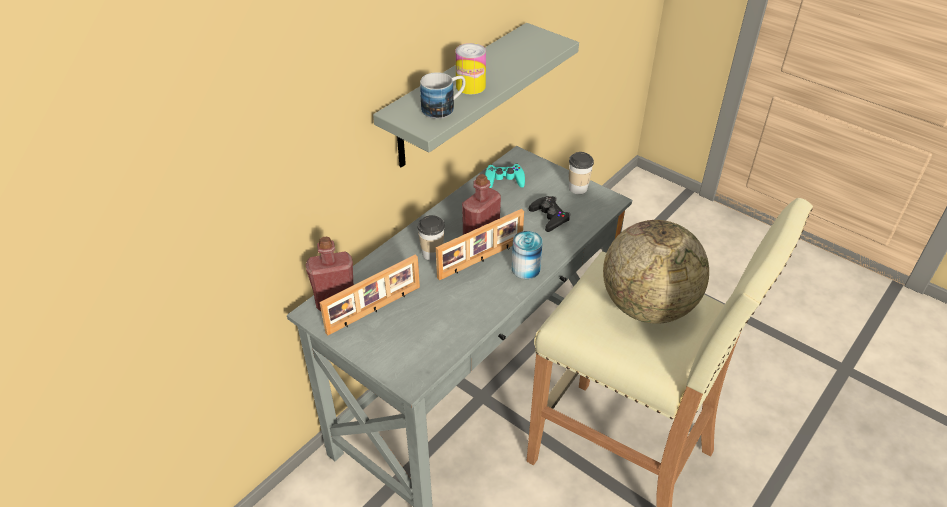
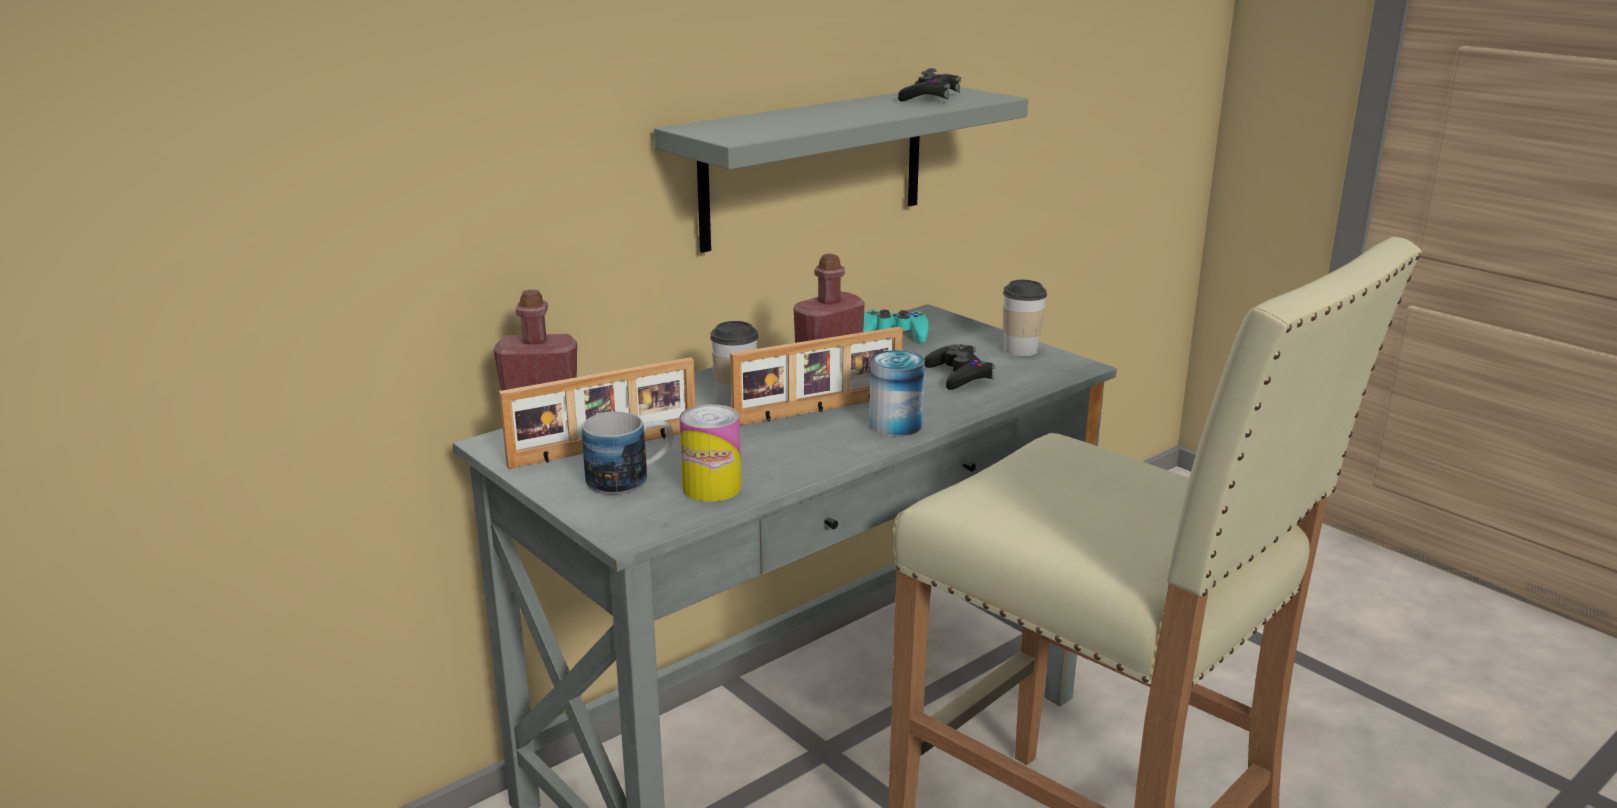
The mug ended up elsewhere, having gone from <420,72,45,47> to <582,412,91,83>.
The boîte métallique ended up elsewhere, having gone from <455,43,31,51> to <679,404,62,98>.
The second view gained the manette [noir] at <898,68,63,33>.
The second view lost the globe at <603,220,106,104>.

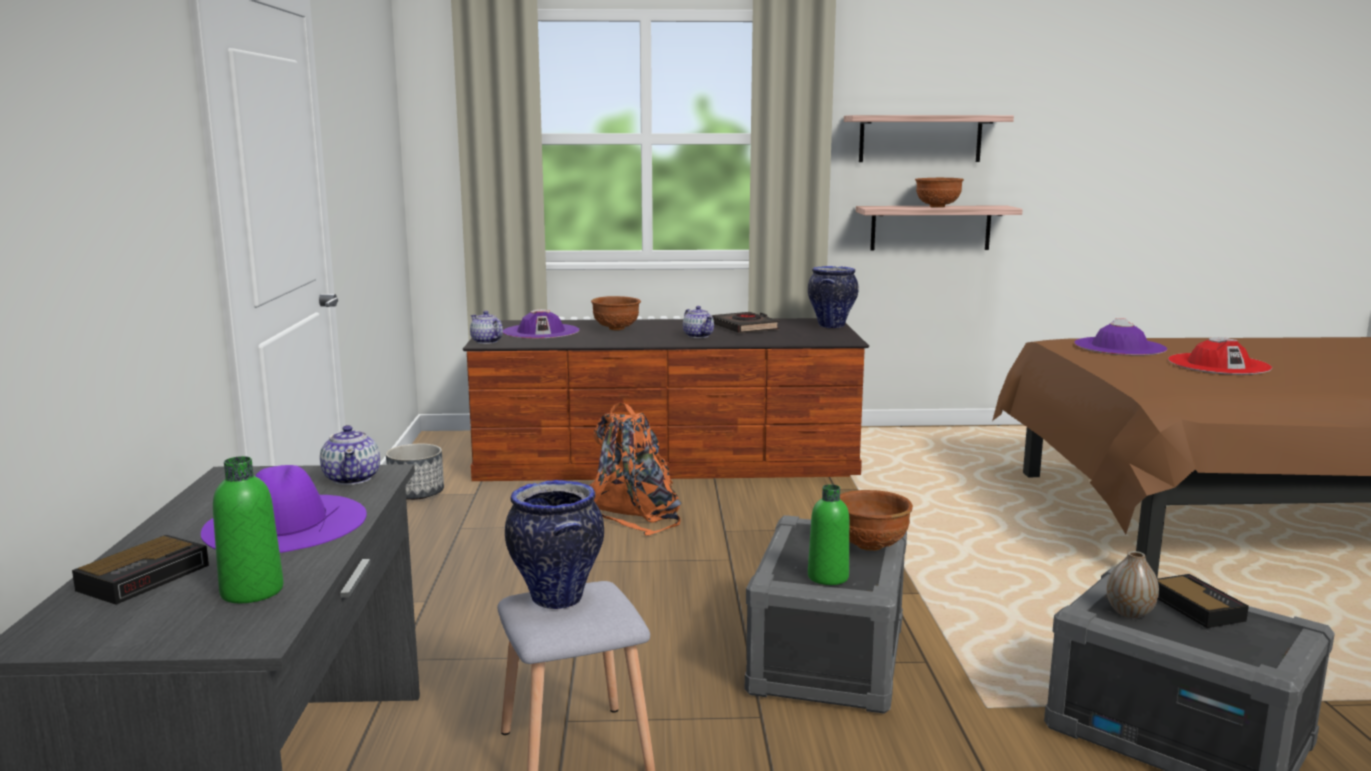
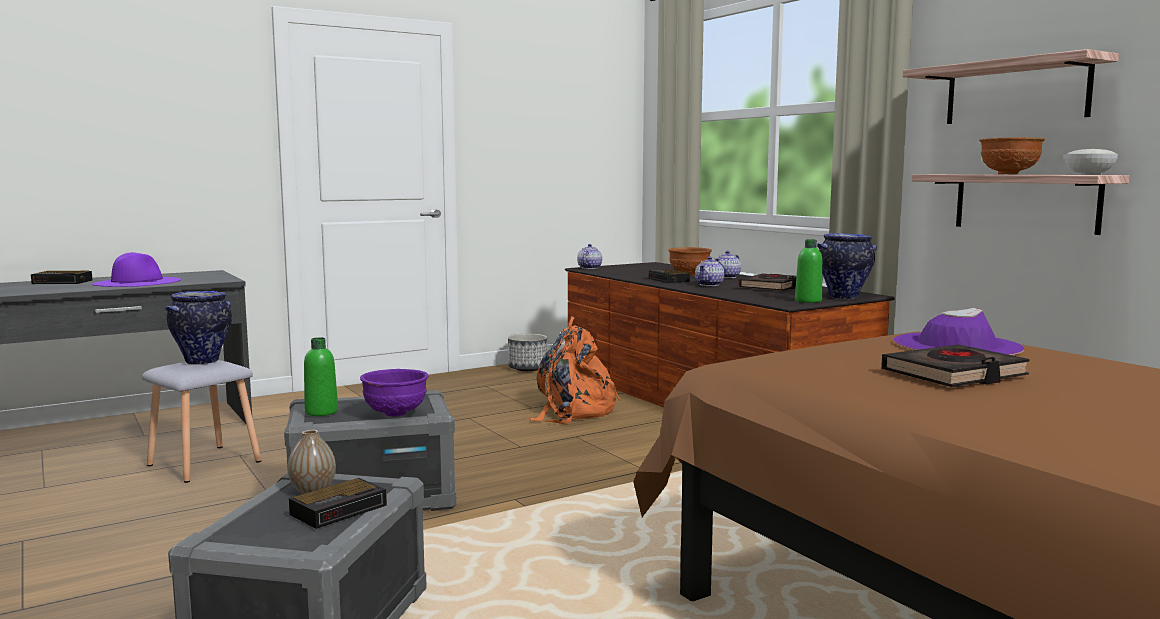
What was the bol [marron] at <840,490,73,61> turned into the bol [violet] at <360,369,69,48>.
The second view gained the réveil at <649,269,41,14>.
The théière ended up elsewhere, having gone from <320,425,60,60> to <715,251,26,27>.
The bouteille [vert] ended up elsewhere, having gone from <213,456,71,147> to <795,239,28,64>.
Where the chapeau [rouge] stood at <1168,337,104,38>, the livre [noir] came to stand at <881,345,149,42>.
The second view gained the bol [blanc] at <1065,149,53,26>.
The second view lost the chapeau [violet] at <503,309,76,30>.

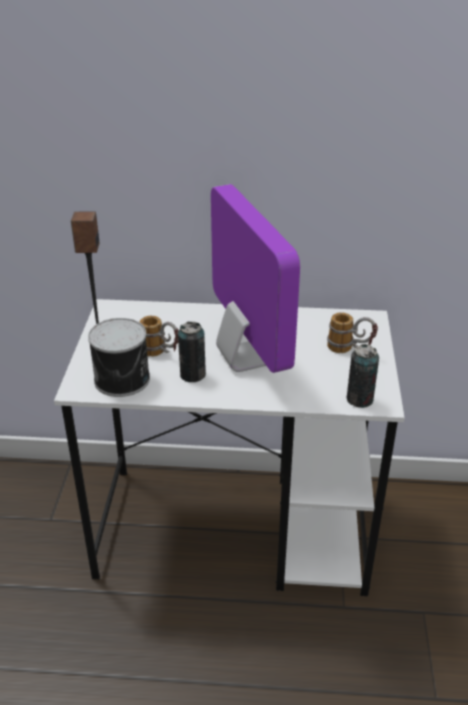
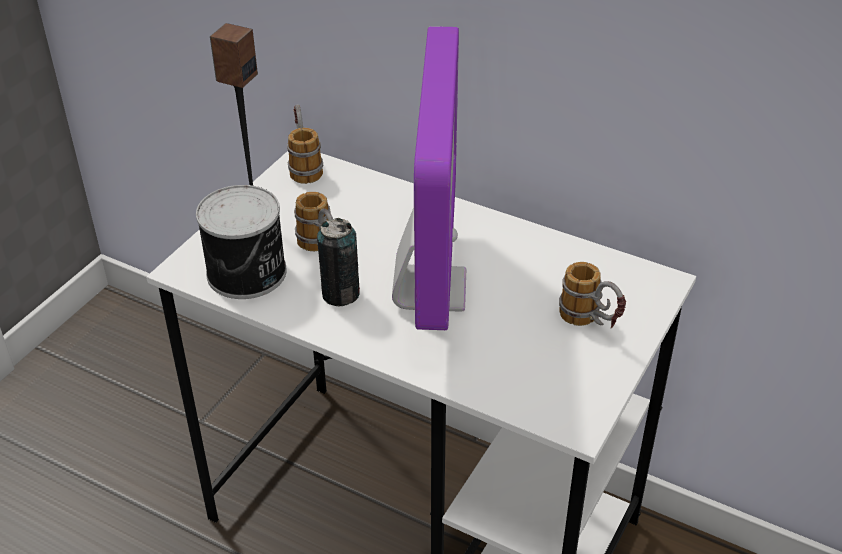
The second view gained the mug at <287,104,36,80>.
The second view lost the boîte métallique at <347,344,32,64>.

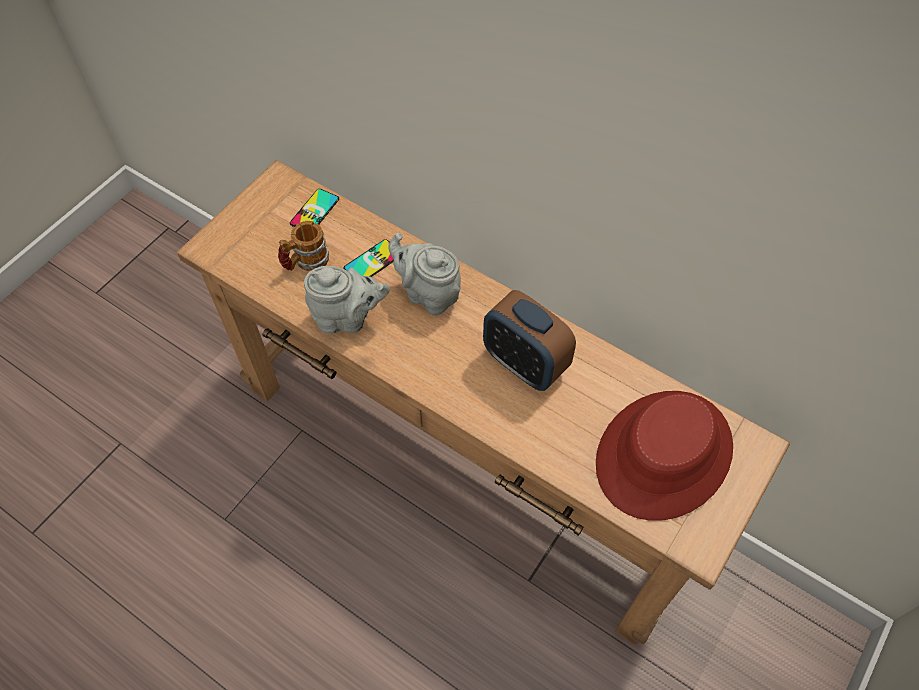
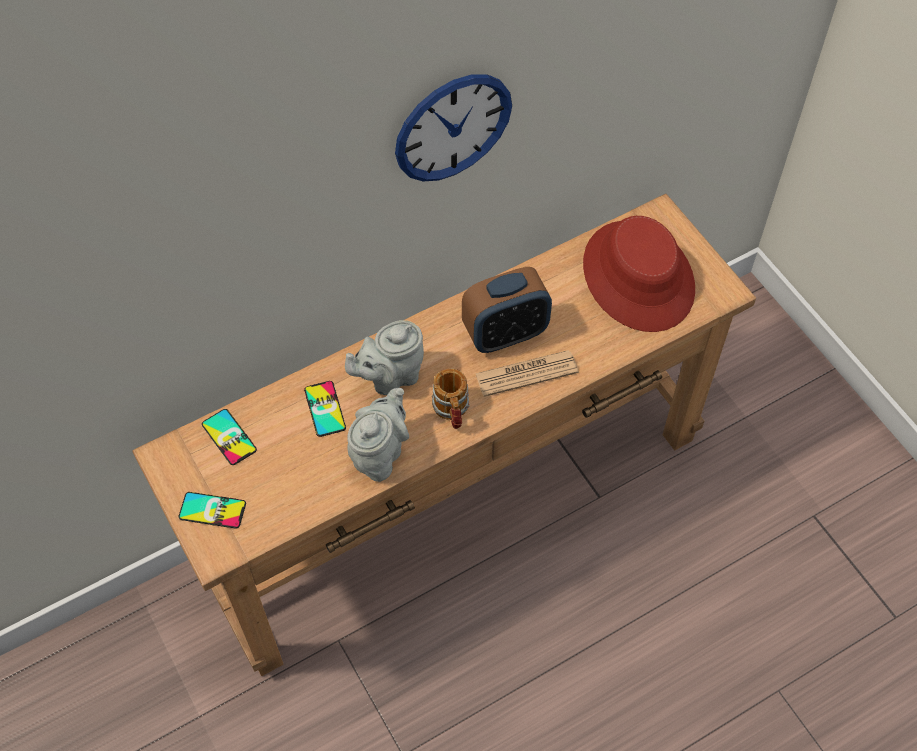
The second view gained the téléphone at <179,492,67,37>.
The second view gained the horloge murale at <395,74,117,108>.
The mug ended up elsewhere, having gone from <278,221,51,50> to <432,368,38,61>.
The second view gained the journal at <475,350,103,47>.

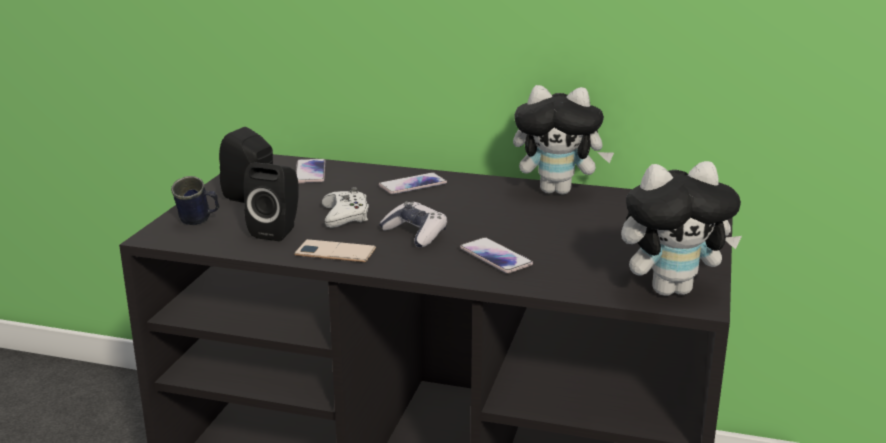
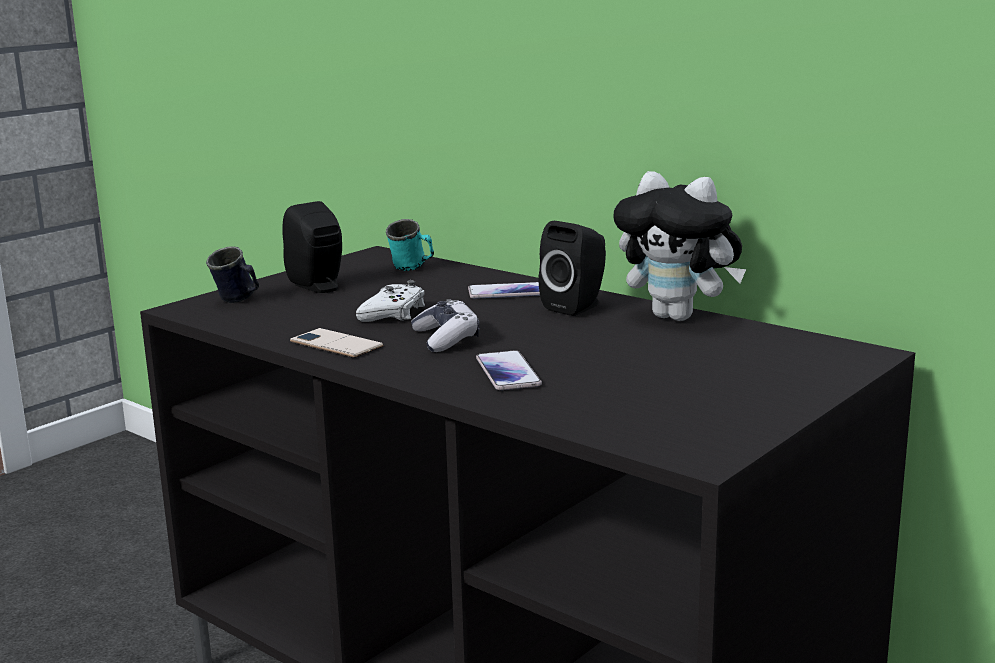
Where the téléphone stood at <296,159,29,24>, the mug [turquoise] came to stand at <386,219,48,52>.
The enceinte [noir] ended up elsewhere, having gone from <243,163,56,78> to <539,221,67,95>.
The second view lost the peluche at <621,161,121,135>.

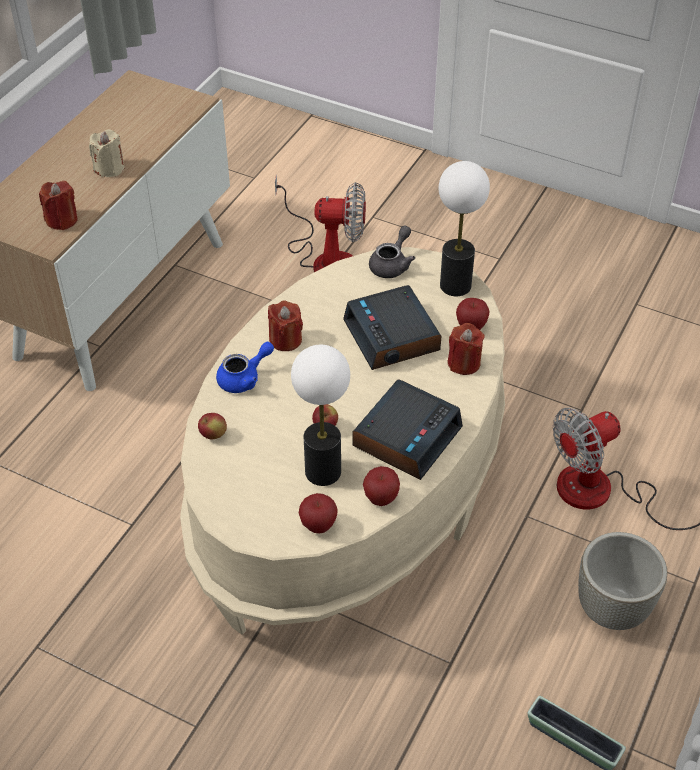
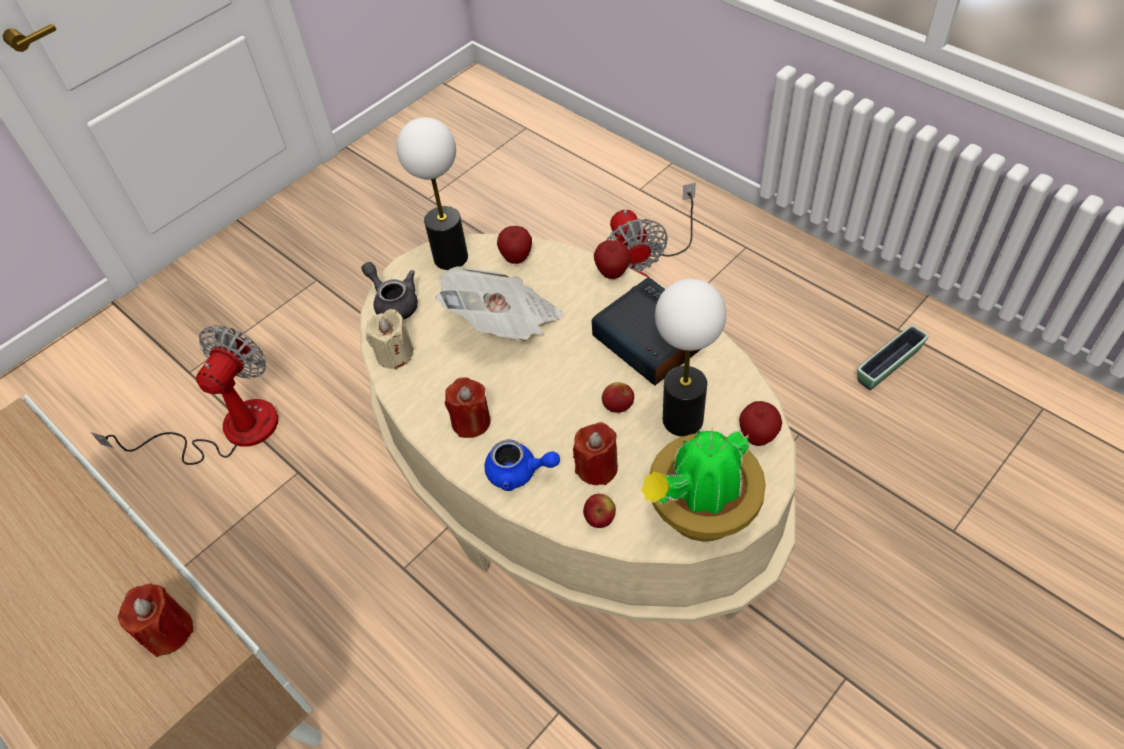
The bougie [beige] ended up elsewhere, having gone from <89,129,36,48> to <366,309,48,61>.
Where the réveil stood at <343,285,99,85>, the journal came to stand at <435,266,128,75>.
The théière [bleu] at <216,342,58,51> ended up facing another way, 120 degrees clockwise from before.
The bougie [rouge] ended up elsewhere, having gone from <448,323,37,52> to <573,422,45,63>.
The pomme ended up elsewhere, having gone from <363,466,37,40> to <594,240,37,39>.
The second view gained the plante en pot at <641,429,125,113>.
The second view lost the cache-pot [gris] at <578,532,90,98>.

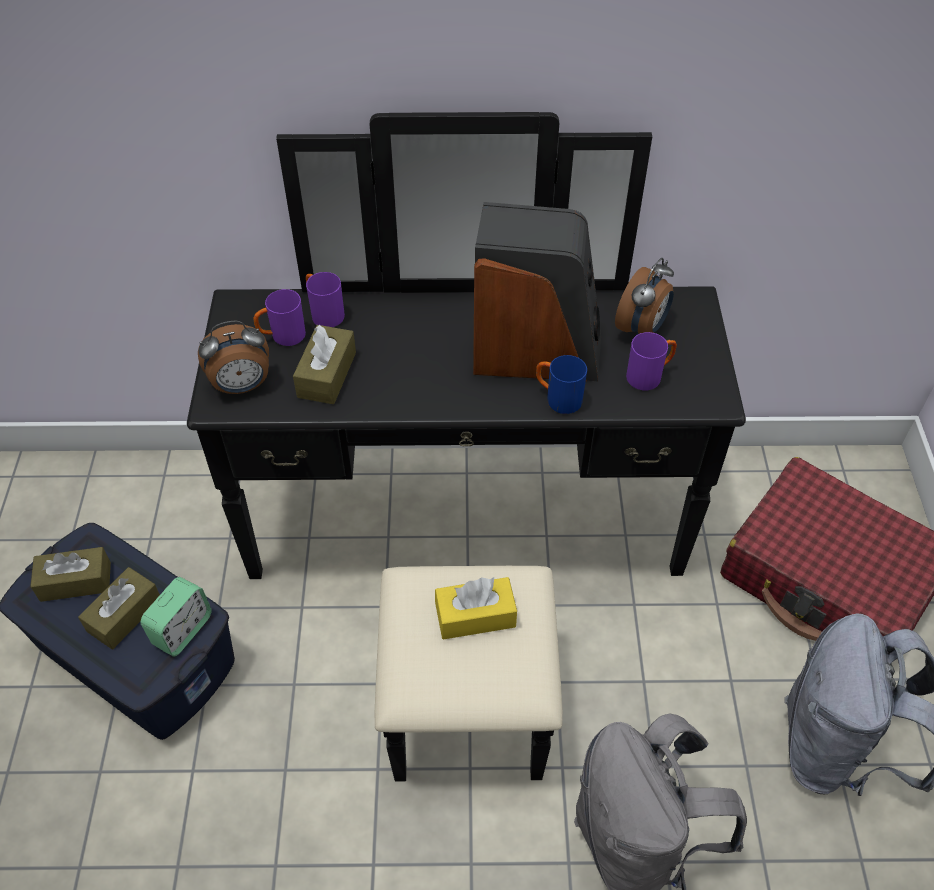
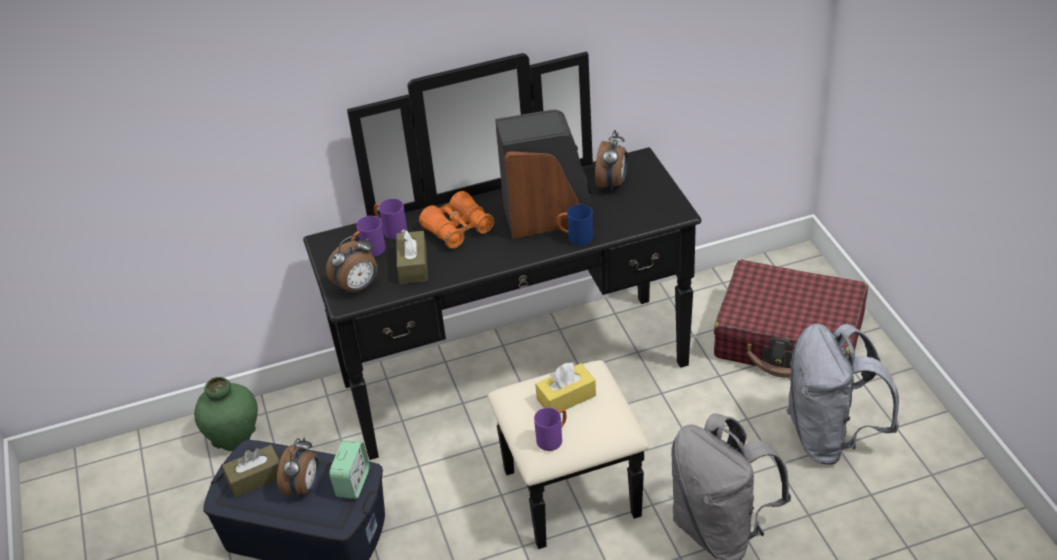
The second view gained the vase [vert] at <194,377,64,74>.
Where the boîte à mouchoirs [marron] stood at <78,567,82,82>, the réveil came to stand at <277,437,42,61>.
The second view gained the jumelles [orange] at <419,191,76,58>.
The mug [violet] ended up elsewhere, having gone from <626,332,51,58> to <534,408,32,43>.

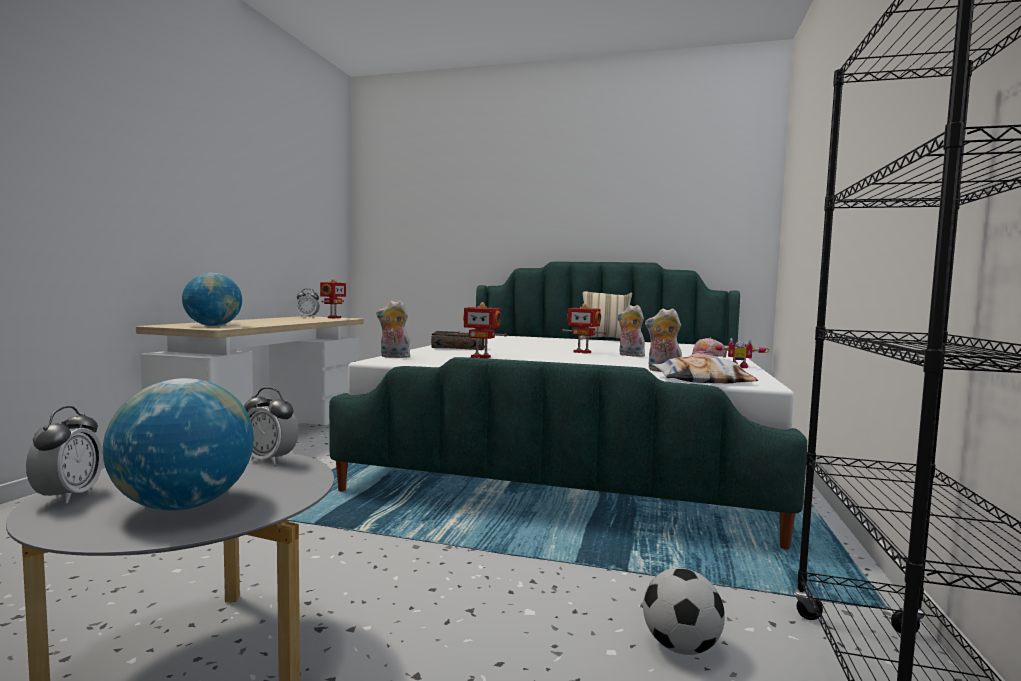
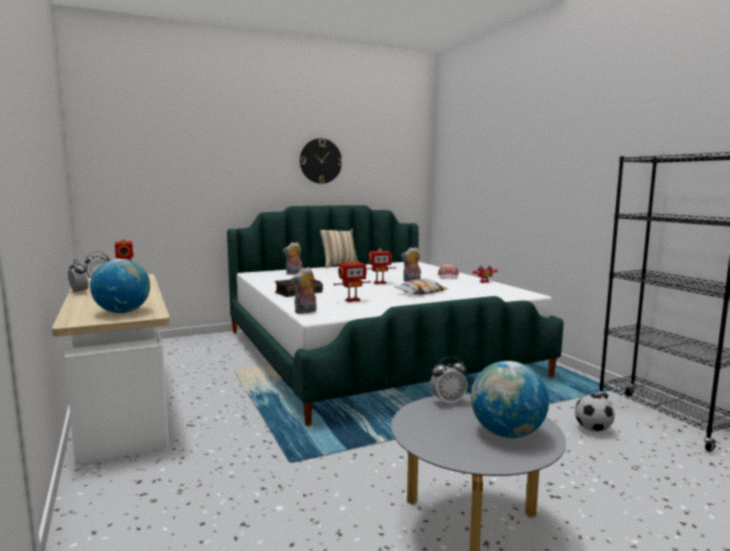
The réveil ended up elsewhere, having gone from <26,406,77,98> to <68,259,21,34>.
The peluche ended up elsewhere, having gone from <645,308,37,64> to <283,242,19,33>.
The second view gained the horloge murale at <300,138,42,46>.
The coussin ended up elsewhere, having gone from <652,357,106,26> to <394,279,54,16>.

